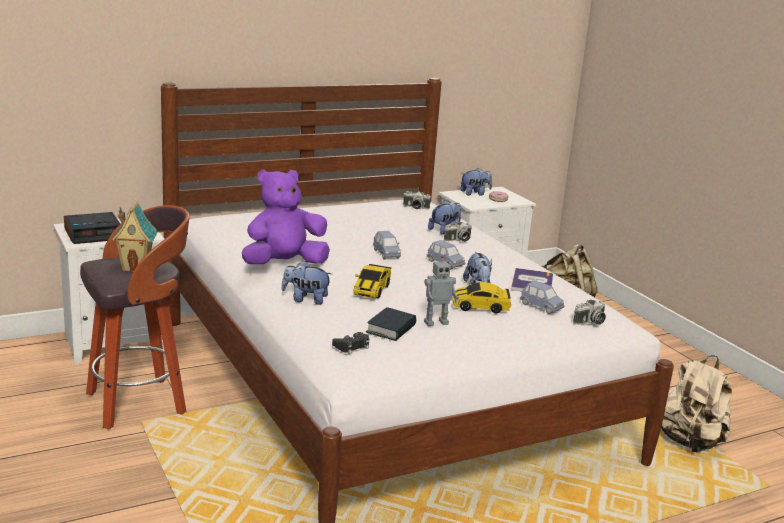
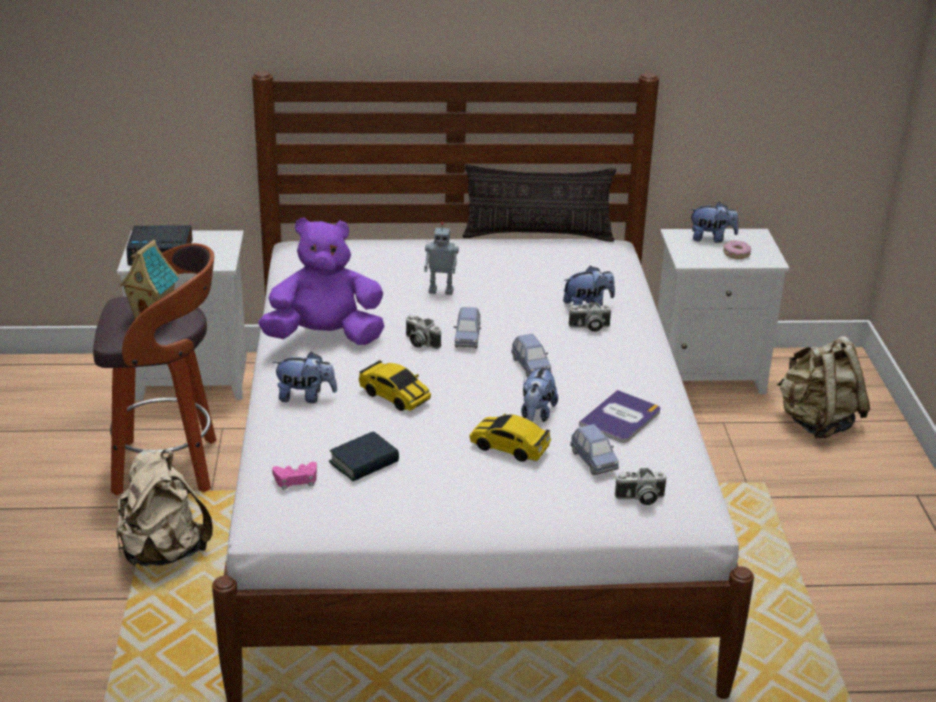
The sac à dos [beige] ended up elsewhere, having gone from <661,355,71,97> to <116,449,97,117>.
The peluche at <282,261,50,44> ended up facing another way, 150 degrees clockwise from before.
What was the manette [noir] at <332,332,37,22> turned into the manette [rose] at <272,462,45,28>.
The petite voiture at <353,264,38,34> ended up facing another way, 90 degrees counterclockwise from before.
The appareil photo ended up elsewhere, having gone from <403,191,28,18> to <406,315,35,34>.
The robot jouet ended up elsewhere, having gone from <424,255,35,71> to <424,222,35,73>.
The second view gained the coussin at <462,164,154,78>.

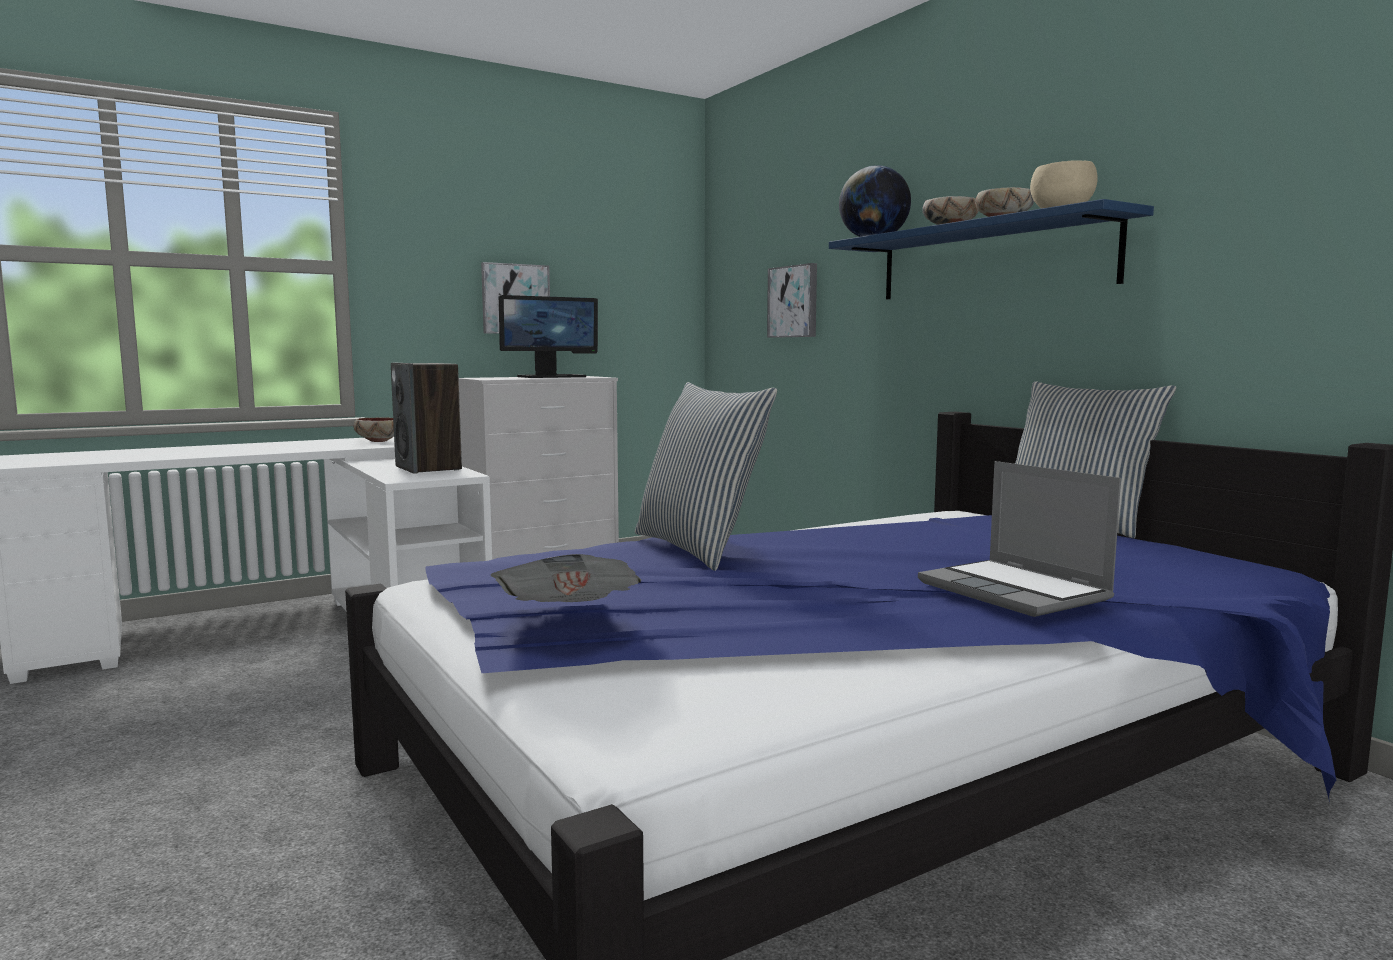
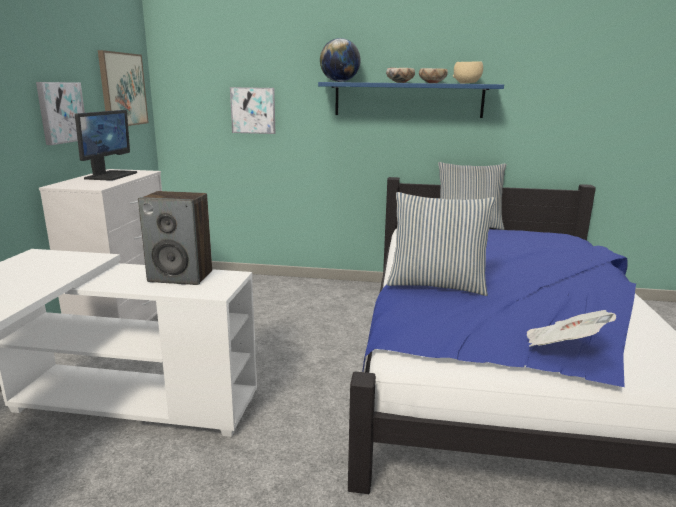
The second view gained the tableau at <98,50,51,76>.
The second view lost the bol at <354,417,40,25>.
The second view lost the ordinateur portable at <918,461,203,156>.

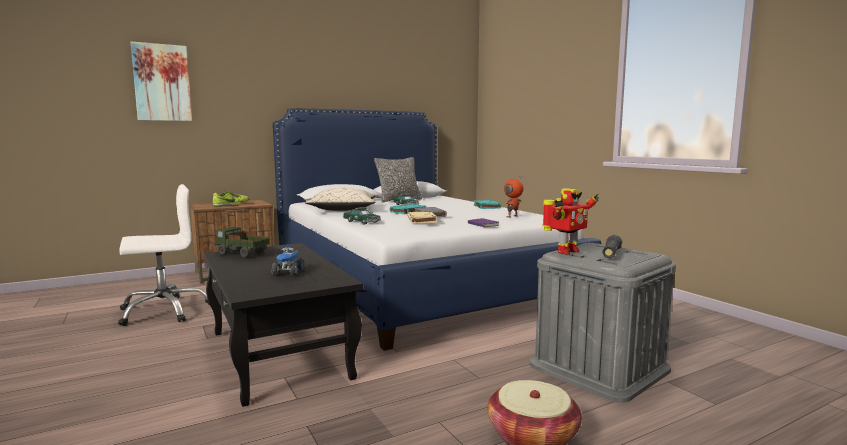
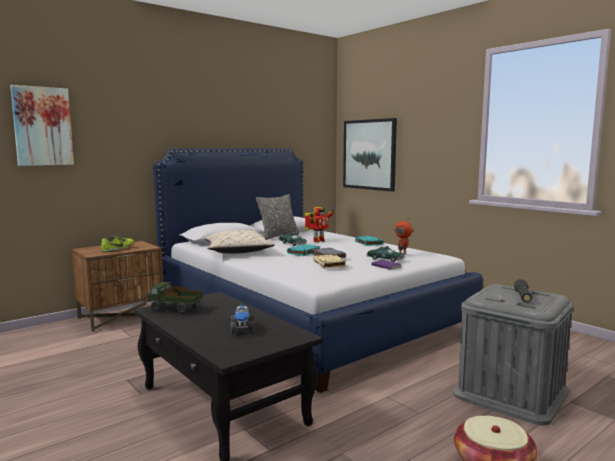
The robot jouet ended up elsewhere, having gone from <542,188,57,67> to <305,207,30,36>.
The second view gained the tableau at <343,118,54,74>.
The petite voiture ended up elsewhere, having gone from <343,207,38,17> to <367,246,38,16>.
The second view lost the chaise de bureau [blanc] at <118,184,92,142>.

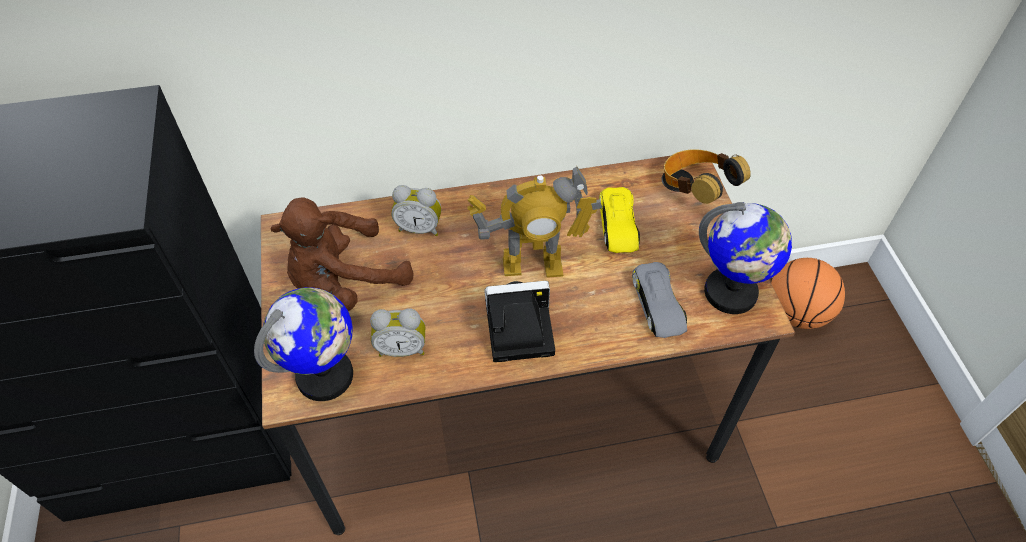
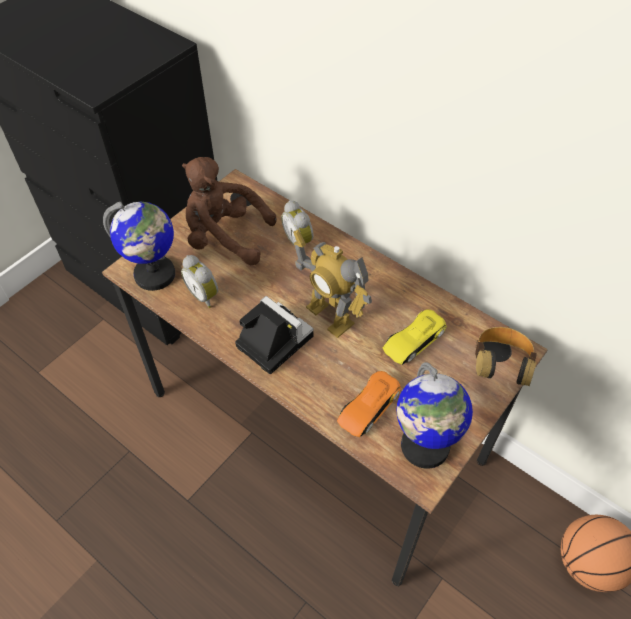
What was the petite voiture [gris] at <632,262,55,76> turned into the petite voiture [orange] at <337,371,64,66>.

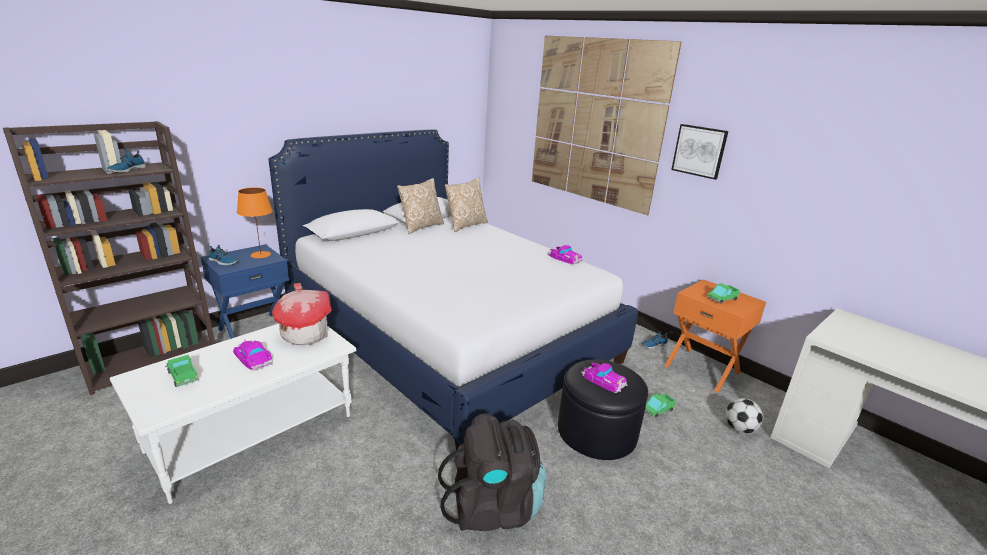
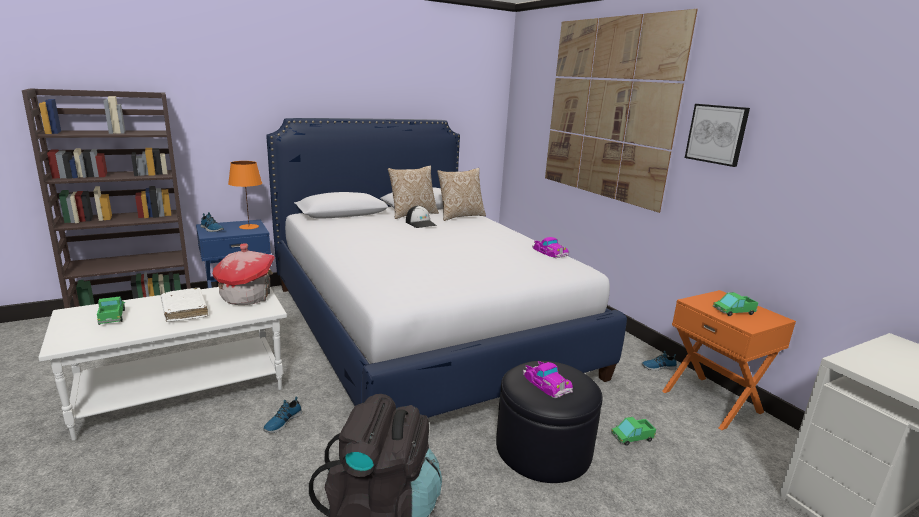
Where the petite voiture stood at <233,339,40,32>, the livre [blanc] came to stand at <161,288,47,33>.
The chaussure ended up elsewhere, having gone from <107,149,39,24> to <263,397,39,36>.
The second view gained the casquette at <406,206,31,22>.
The second view lost the ballon de foot at <725,398,38,35>.

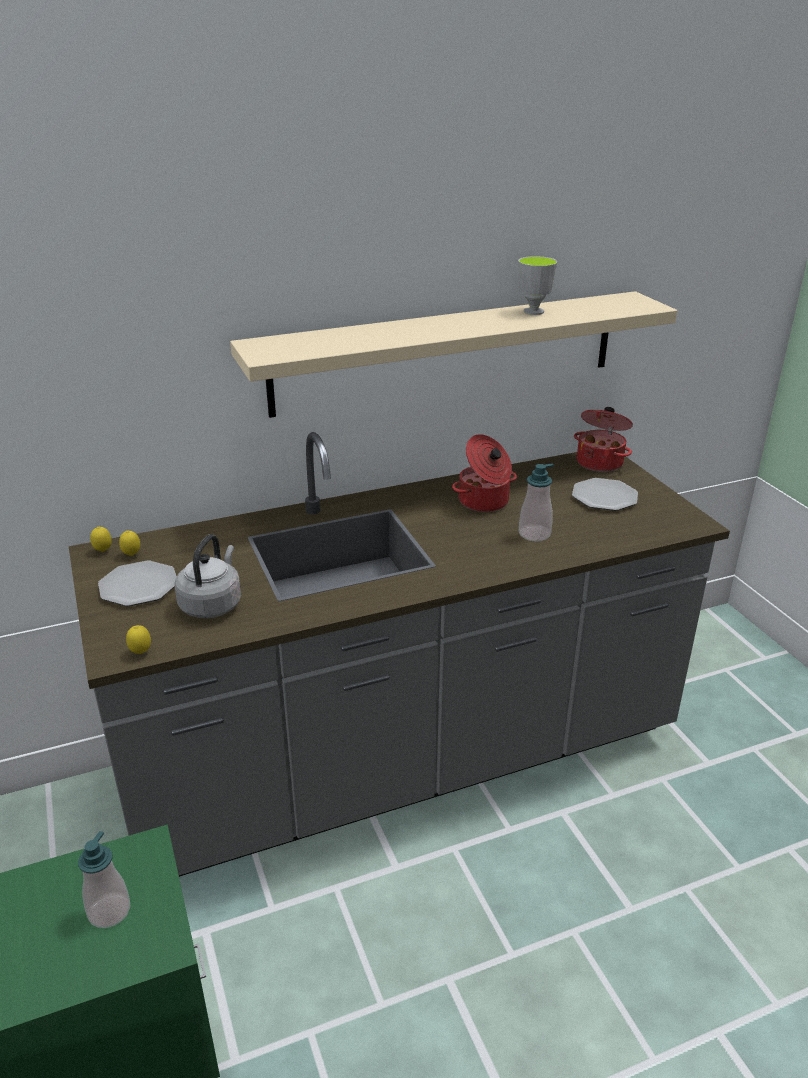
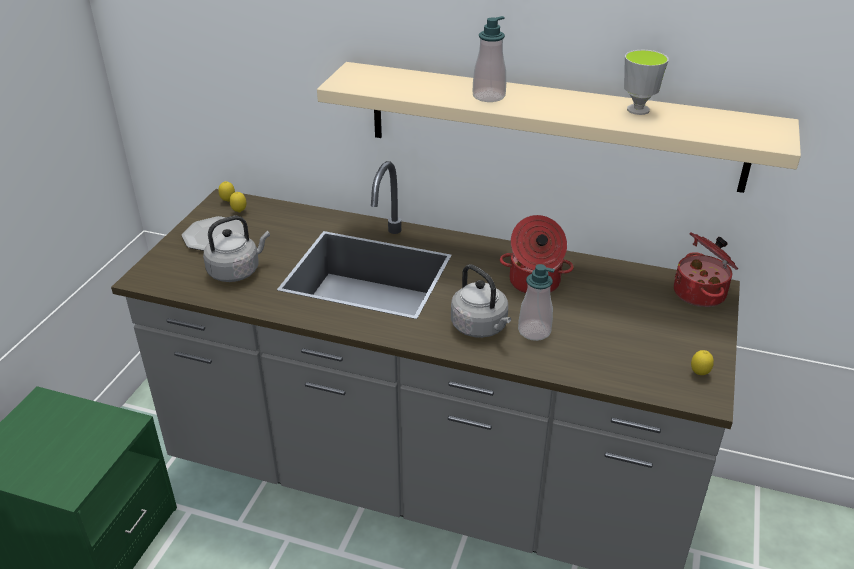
The second view gained the bouilloire [gris] at <451,264,60,74>.
The distributeur de savon ended up elsewhere, having gone from <78,831,52,97> to <473,16,33,86>.
The citron ended up elsewhere, having gone from <126,625,25,29> to <691,350,23,25>.
The second view lost the assiette at <572,478,66,33>.

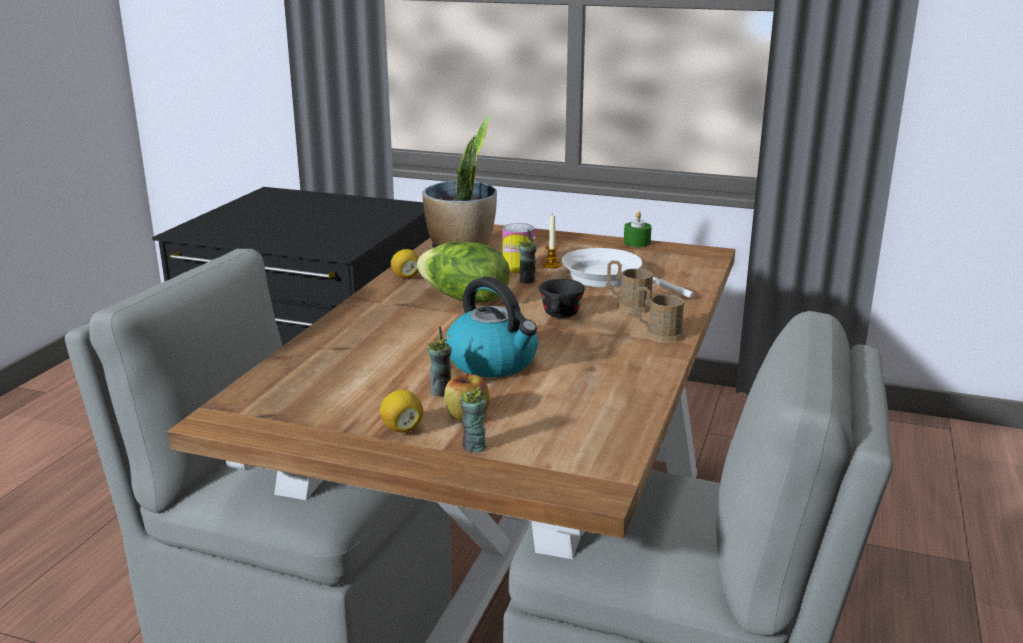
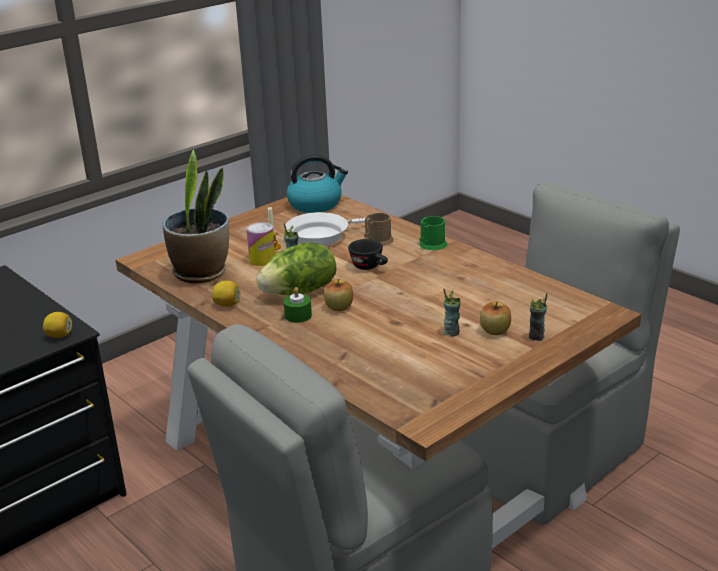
The citron ended up elsewhere, having gone from <380,390,44,43> to <43,312,29,26>.
The bougie [vert] ended up elsewhere, having gone from <624,212,28,35> to <284,287,28,36>.
The bouilloire ended up elsewhere, having gone from <445,277,93,100> to <287,154,61,59>.
The second view gained the pomme at <324,279,29,32>.
What was the mug [marron] at <633,287,52,56> turned into the mug [vert] at <419,216,28,34>.

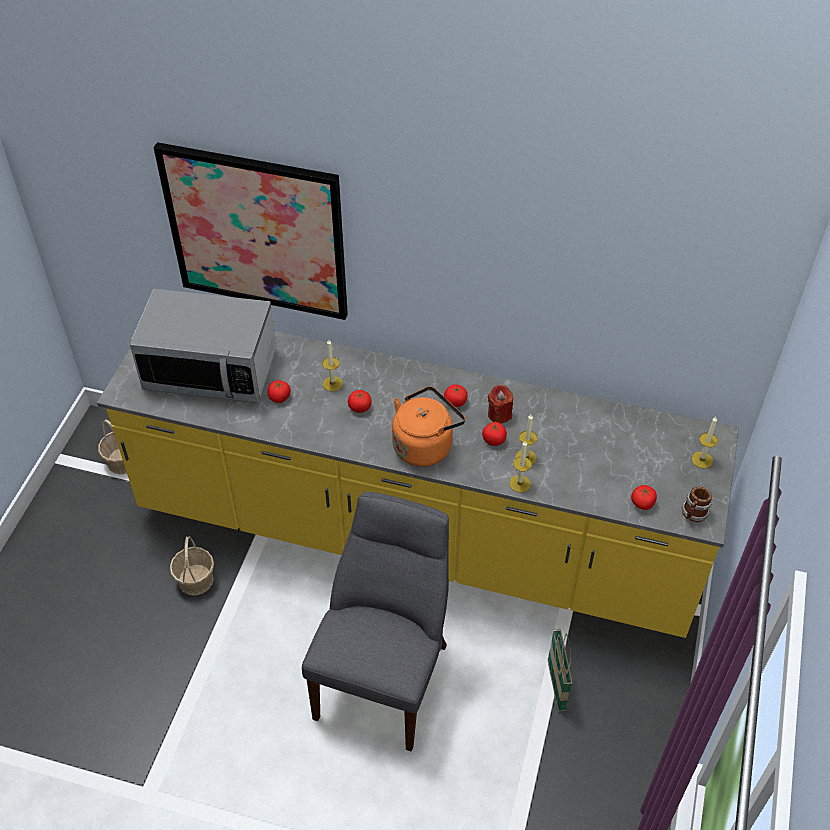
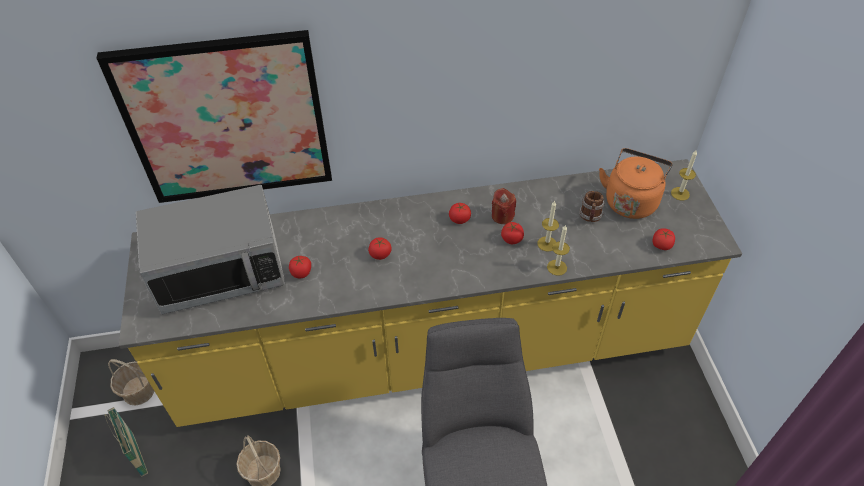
The panier ended up elsewhere, having gone from <548,629,24,82> to <105,407,43,70>.
The mug ended up elsewhere, having gone from <681,487,31,35> to <579,191,26,31>.
The bouilloire [orange] ended up elsewhere, having gone from <392,386,73,81> to <599,148,74,71>.
The second view lost the bougie at <322,340,21,51>.

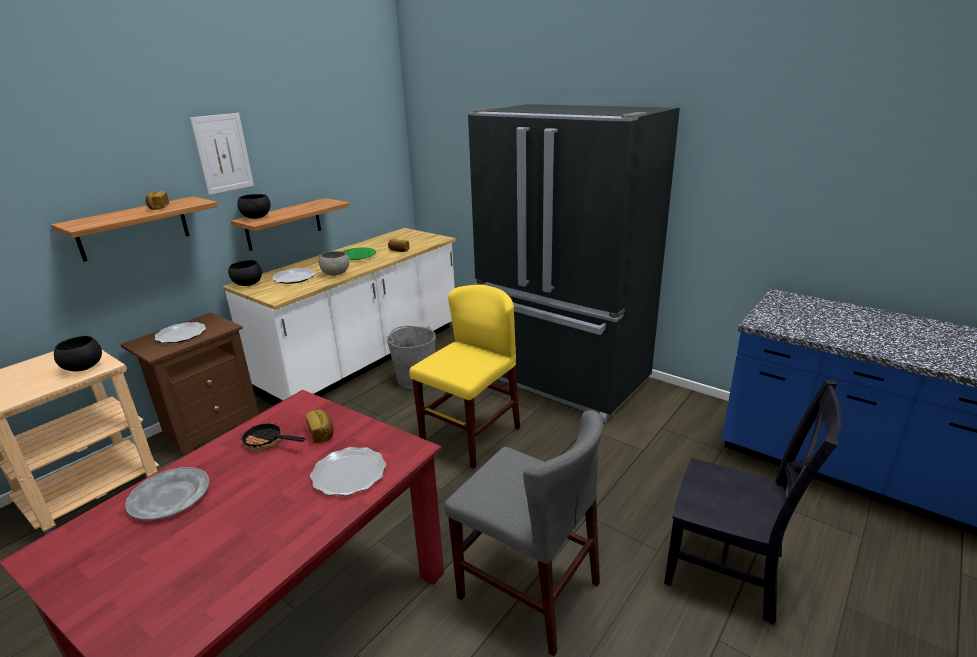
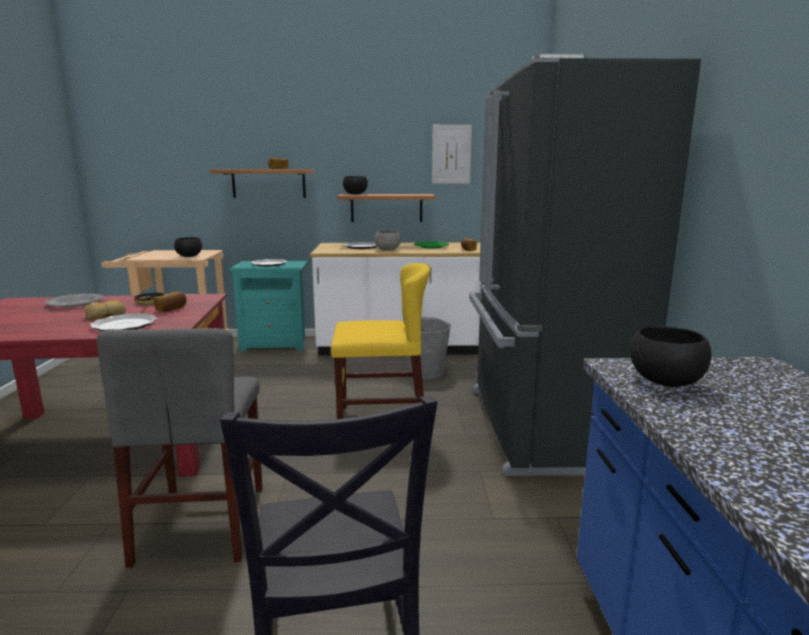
The second view gained the pain at <84,300,42,20>.
What was the table de chevet [marron] at <120,313,139,144> turned into the table de chevet [turquoise] at <229,261,80,90>.
The tableau ended up elsewhere, having gone from <190,113,64,82> to <432,125,40,59>.
The bol [noir] ended up elsewhere, having gone from <228,260,34,26> to <630,326,81,61>.

